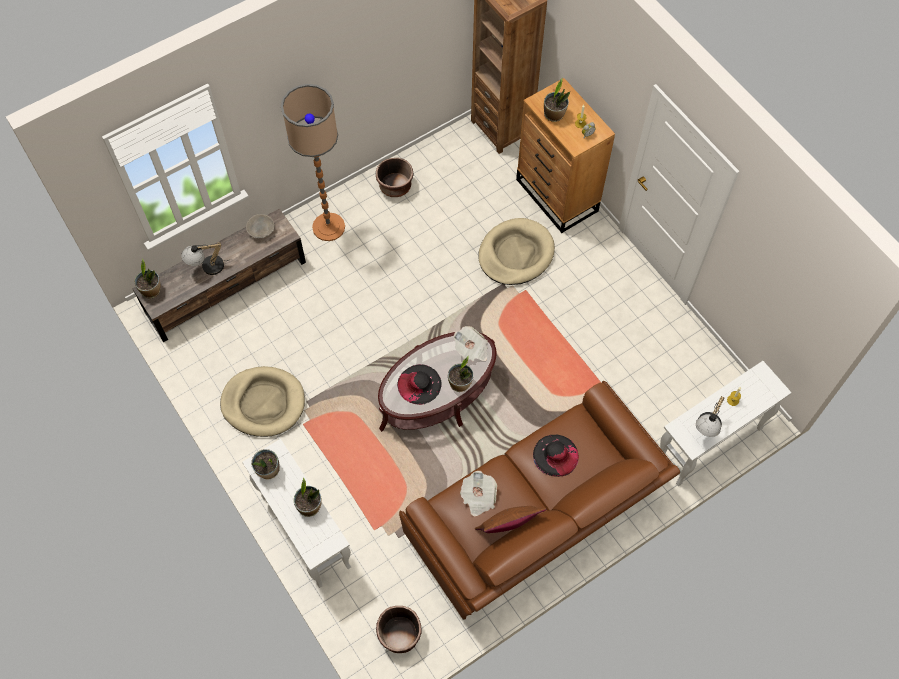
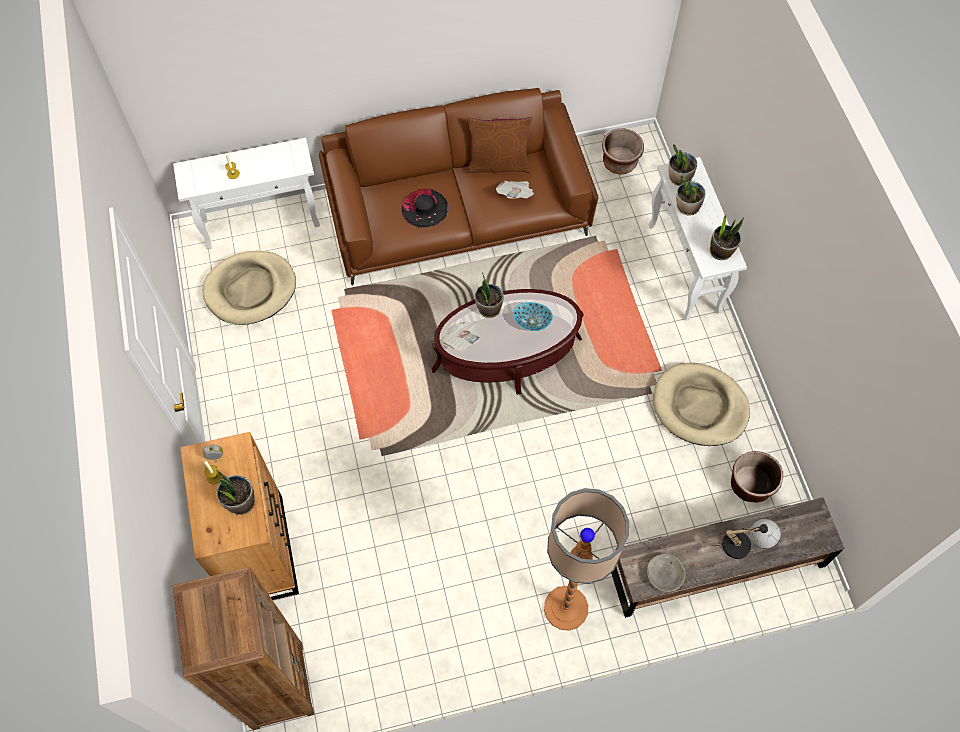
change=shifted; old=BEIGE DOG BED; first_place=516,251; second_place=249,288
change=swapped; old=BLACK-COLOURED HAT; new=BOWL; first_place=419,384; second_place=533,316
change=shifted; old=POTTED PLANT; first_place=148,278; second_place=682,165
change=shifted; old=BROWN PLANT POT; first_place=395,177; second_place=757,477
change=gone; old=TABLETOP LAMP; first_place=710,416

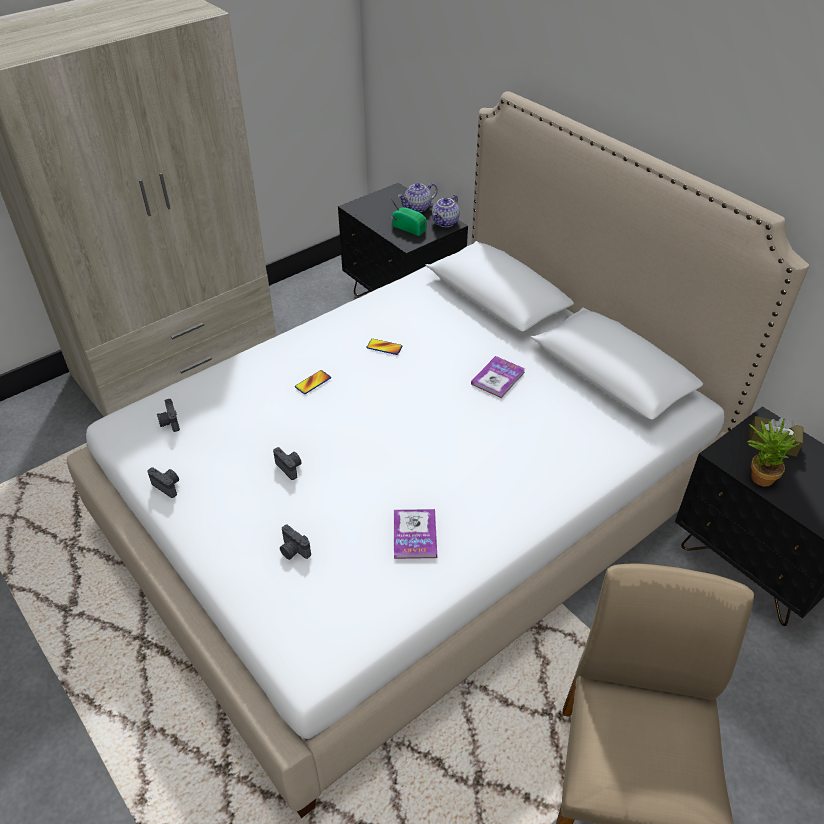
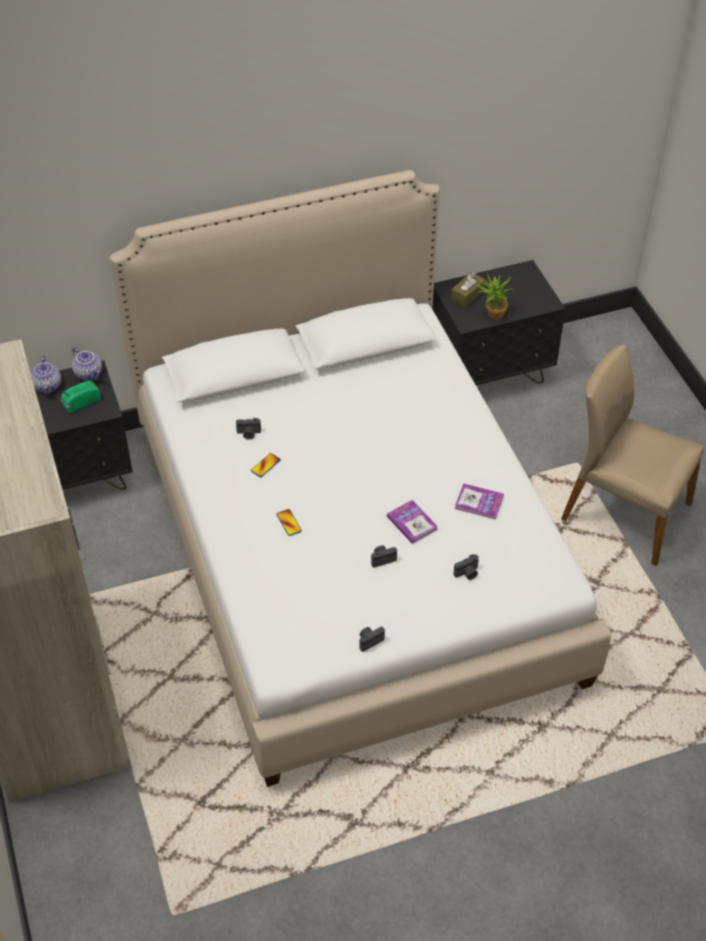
change=shifted; old=PHOTO CAMERA; first_place=168,415; second_place=248,429
change=shifted; old=BOUND BOOK; first_place=498,377; second_place=412,522

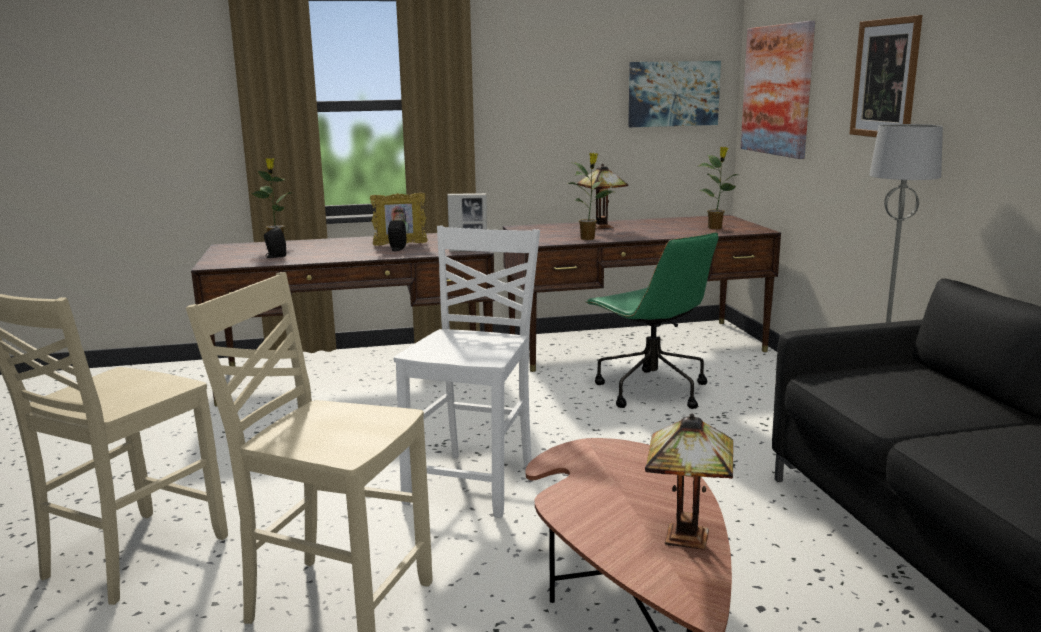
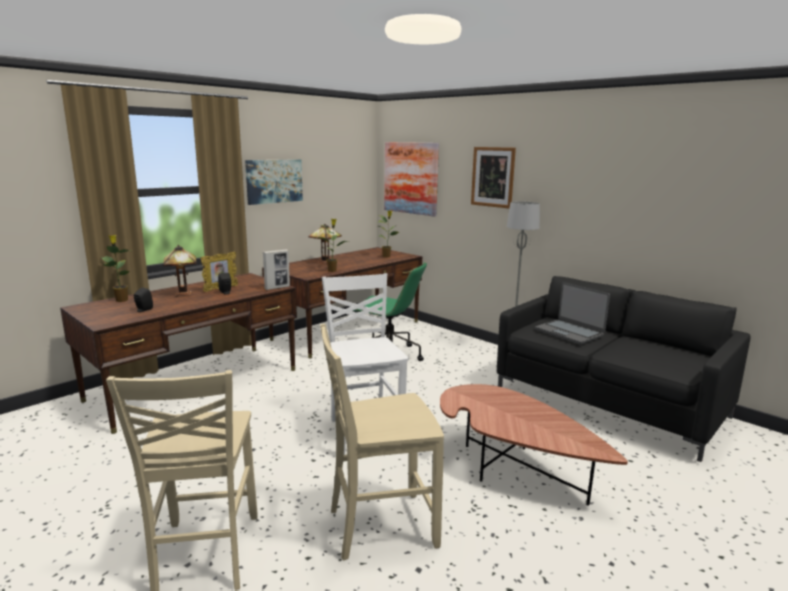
change=shifted; old=TABLETOP LAMP; first_place=689,481; second_place=180,271
change=shifted; old=WALL ART; first_place=674,94; second_place=274,182
change=new; new=NOTEBOOK COMPUTER; second_place=572,313

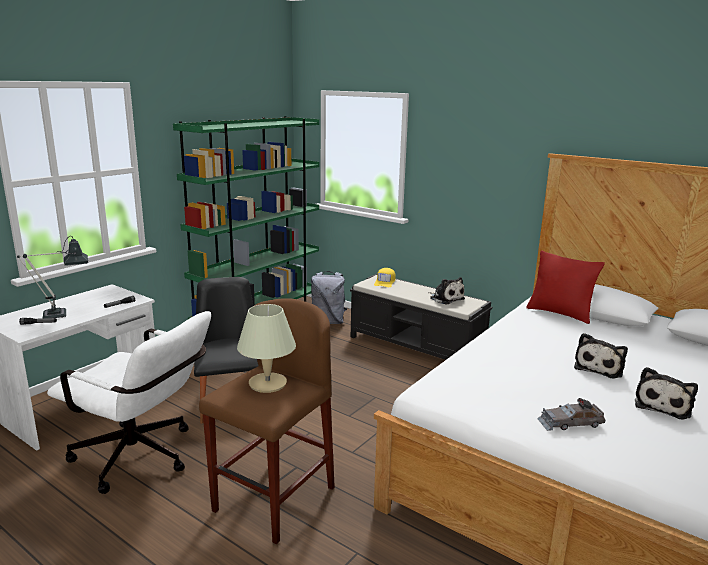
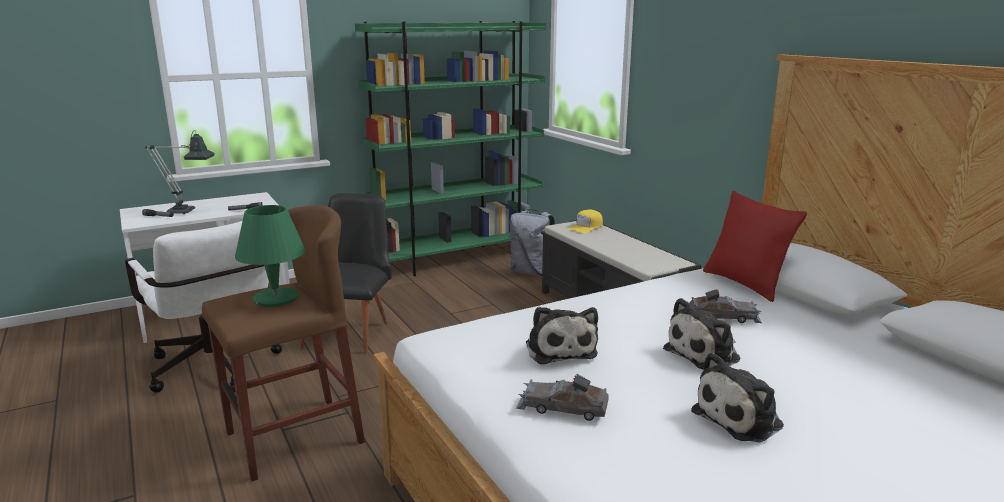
change=repainted; old=BEIGE TABLETOP LAMP; new=GREEN TABLETOP LAMP; first_place=266,348; second_place=270,256
change=shifted; old=PLUSH TOY; first_place=446,291; second_place=562,336
change=new; new=GREYISH MODEL CAR; second_place=725,306

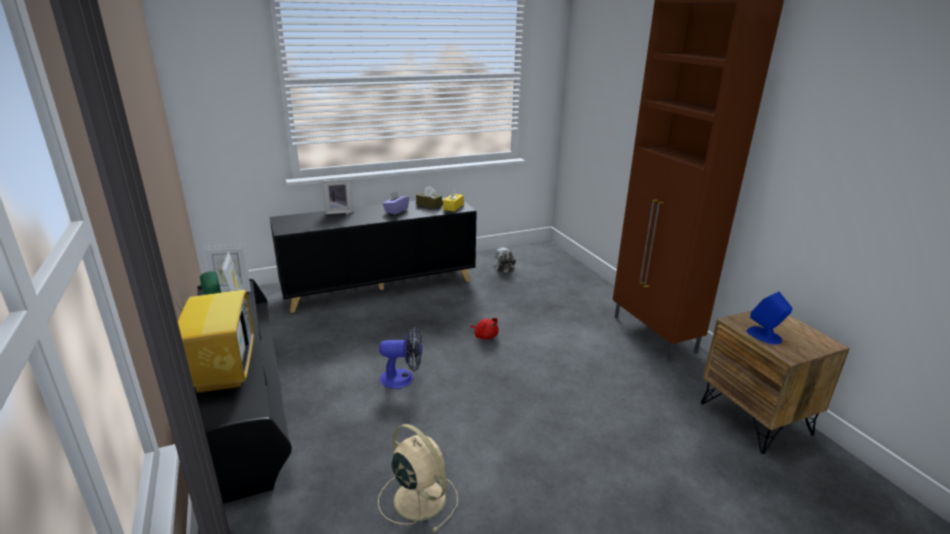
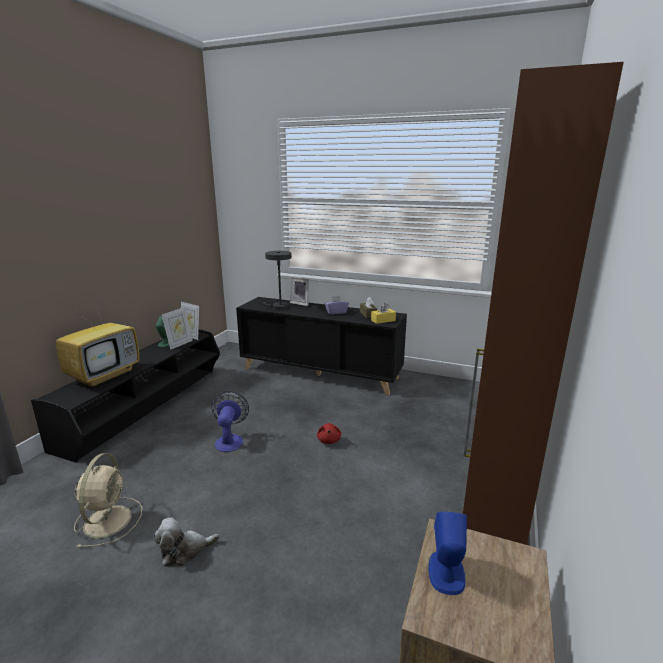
change=shifted; old=PLUSH TOY; first_place=505,260; second_place=186,542
change=rotated; old=COOLING FAN; first_place=400,357; second_place=230,421; degrees=-135
change=new; new=GREYISH TABLETOP LAMP; second_place=276,280

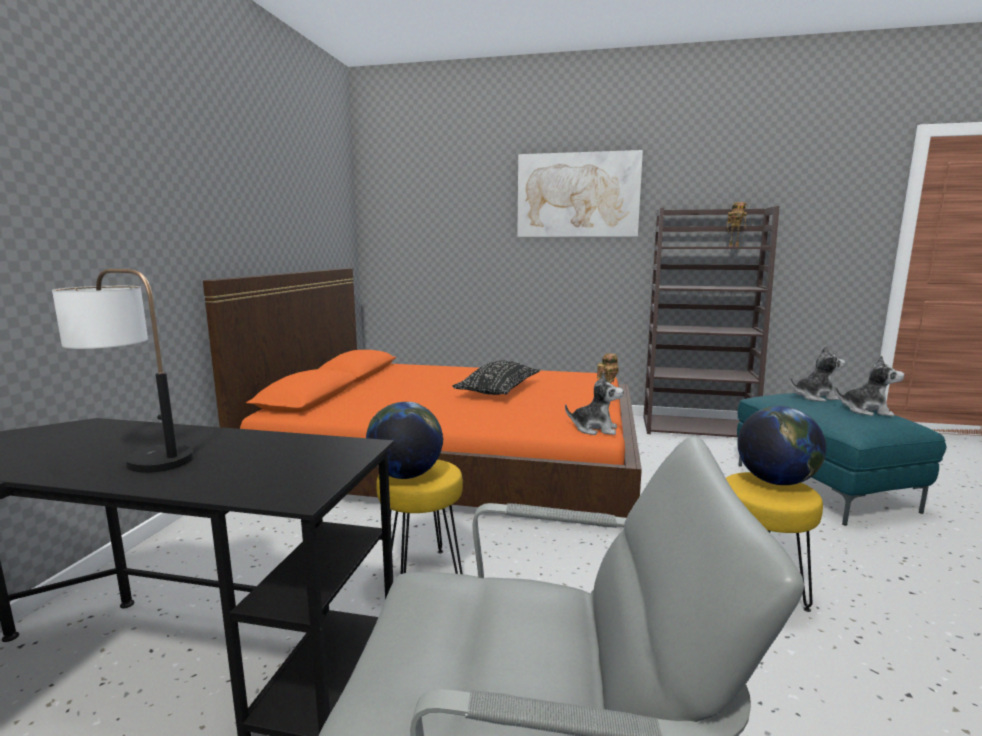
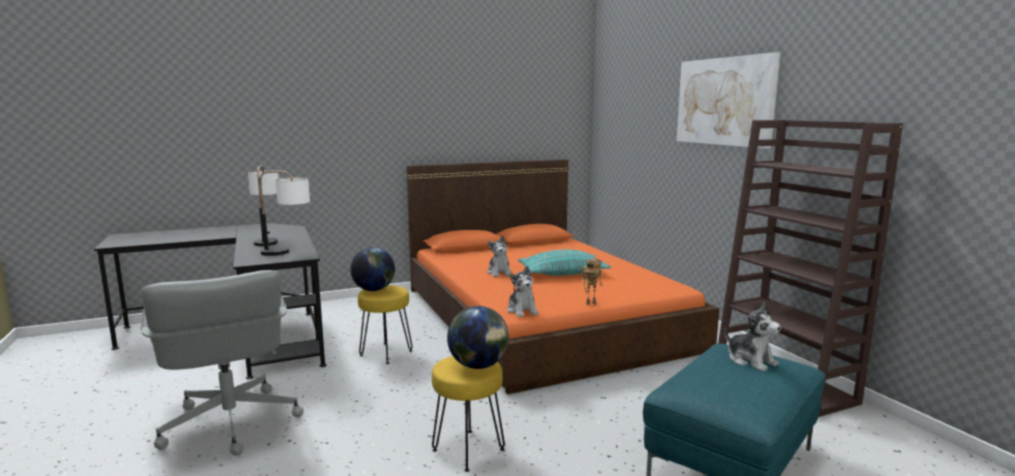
change=new; new=TABLETOP LAMP; second_place=285,213
change=shifted; old=PLUSH TOY; first_place=870,386; second_place=499,256
change=repainted; old=BLACK-COLOURED CUSHION; new=TURQUOISE CUSHION; first_place=496,378; second_place=564,262
change=gone; old=ROBOT FIGURE; first_place=737,224

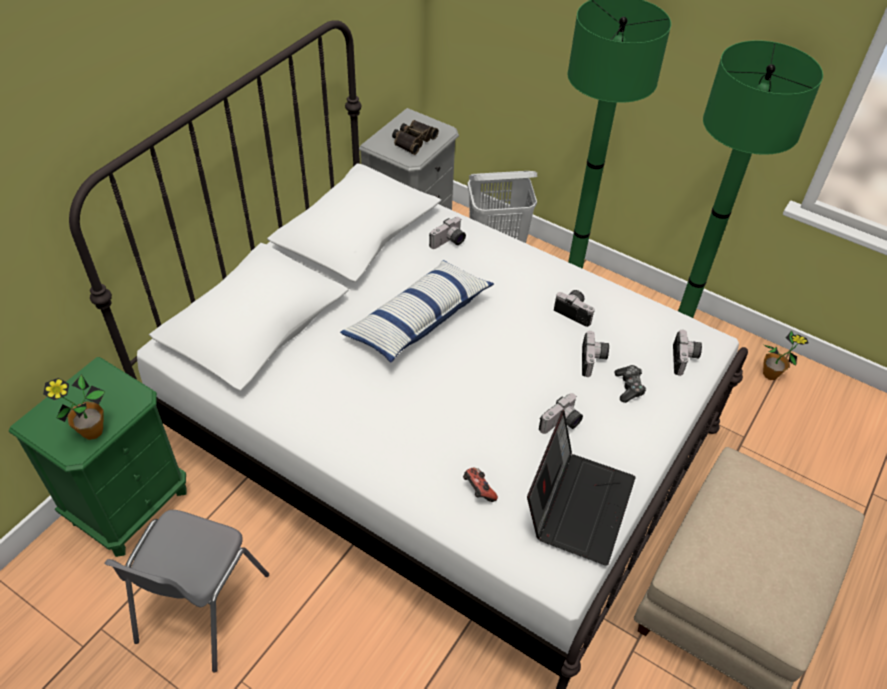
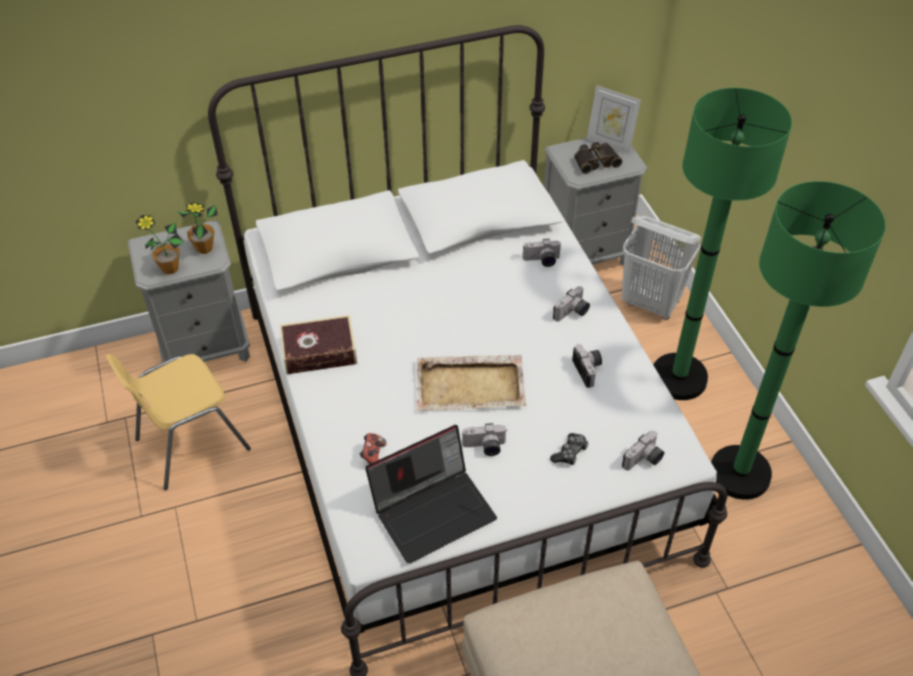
change=repainted; old=GREYISH CHAIR; new=YELLOW-COLOURED CHAIR; first_place=186,591; second_place=178,422
change=repainted; old=GREEN NIGHT TABLE; new=GREYISH NIGHT TABLE; first_place=97,457; second_place=189,291
change=shifted; old=POTTED PLANT; first_place=785,355; second_place=197,228
change=new; new=BOUND BOOK; second_place=318,344
change=new; new=BEIGE SERVING TRAY; second_place=471,383
change=shifted; old=PHOTO CAMERA; first_place=595,354; second_place=571,304
change=new; new=STANDING FRAME; second_place=614,119
change=gone; old=CUSHION; first_place=417,311

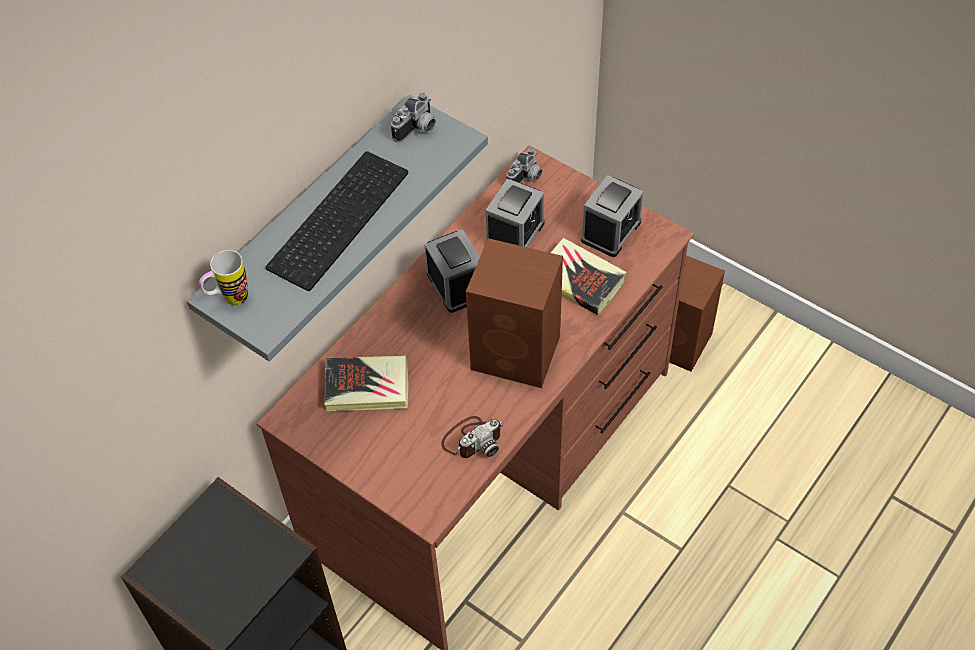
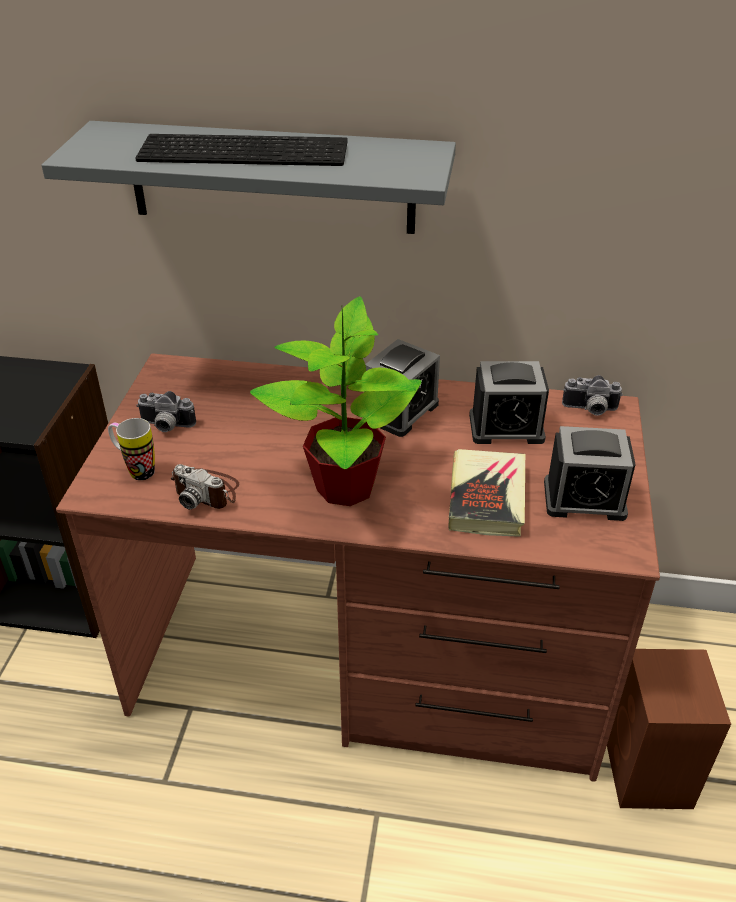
change=shifted; old=COFFEE MUG; first_place=223,277; second_place=131,449
change=shifted; old=PHOTO CAMERA; first_place=413,117; second_place=166,411
change=swapped; old=BROWN LOUDSPEAKER; new=POTTED PLANT; first_place=514,313; second_place=336,401
change=gone; old=BOUND BOOK; first_place=366,383

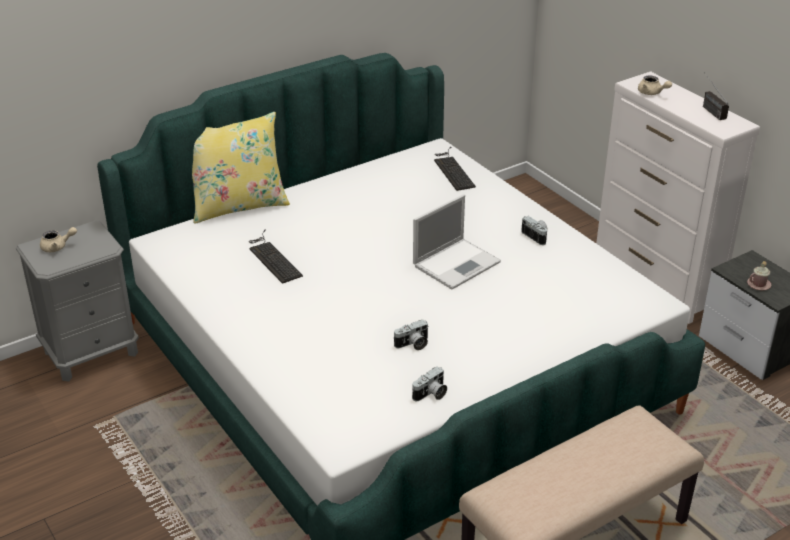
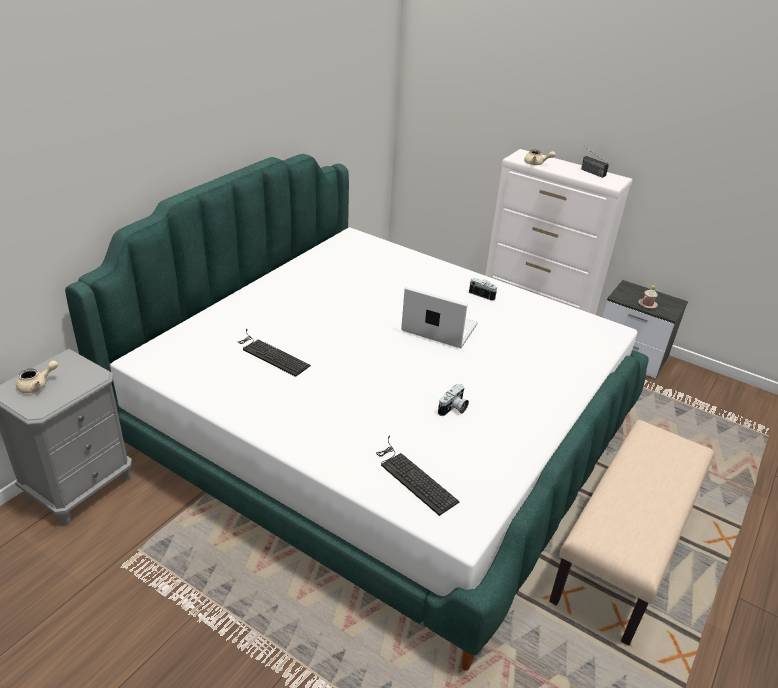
change=shifted; old=COMPUTER KEYBOARD; first_place=455,169; second_place=418,475
change=rotated; old=NOTEBOOK COMPUTER; first_place=457,242; second_place=439,317; degrees=-90
change=gone; old=YELLOW-COLOURED CUSHION; first_place=241,168
change=gone; old=PHOTO CAMERA; first_place=429,384

